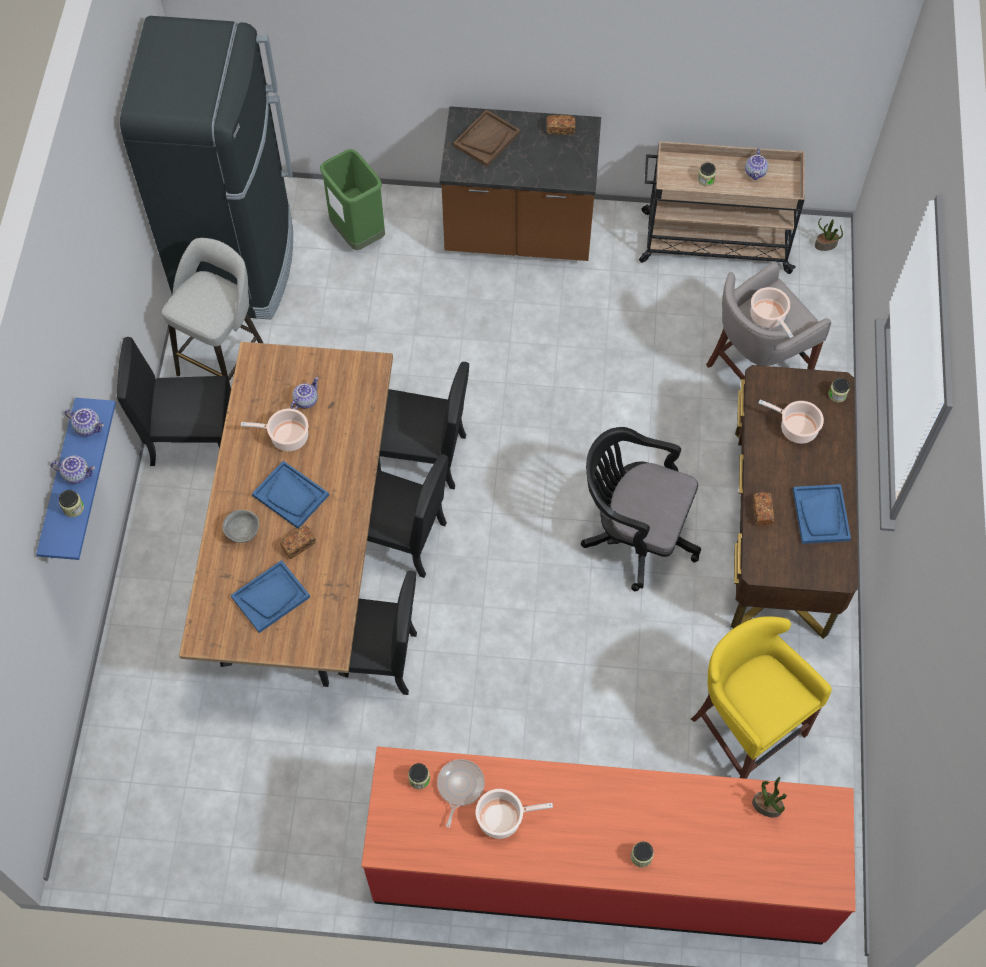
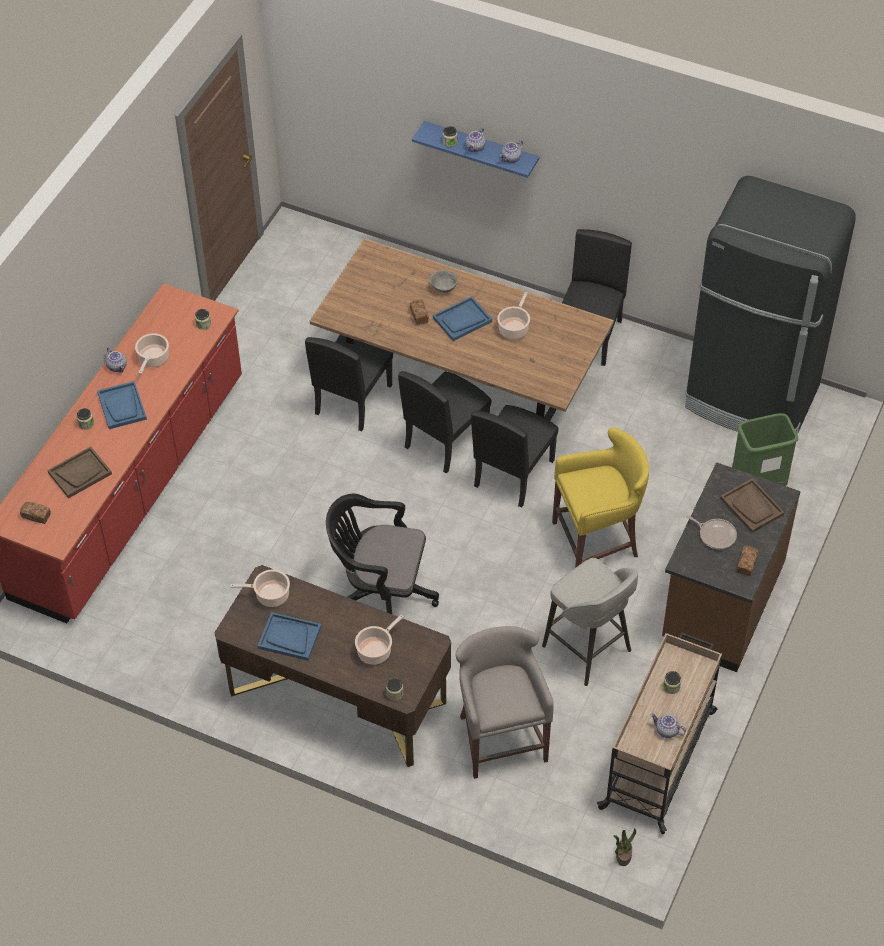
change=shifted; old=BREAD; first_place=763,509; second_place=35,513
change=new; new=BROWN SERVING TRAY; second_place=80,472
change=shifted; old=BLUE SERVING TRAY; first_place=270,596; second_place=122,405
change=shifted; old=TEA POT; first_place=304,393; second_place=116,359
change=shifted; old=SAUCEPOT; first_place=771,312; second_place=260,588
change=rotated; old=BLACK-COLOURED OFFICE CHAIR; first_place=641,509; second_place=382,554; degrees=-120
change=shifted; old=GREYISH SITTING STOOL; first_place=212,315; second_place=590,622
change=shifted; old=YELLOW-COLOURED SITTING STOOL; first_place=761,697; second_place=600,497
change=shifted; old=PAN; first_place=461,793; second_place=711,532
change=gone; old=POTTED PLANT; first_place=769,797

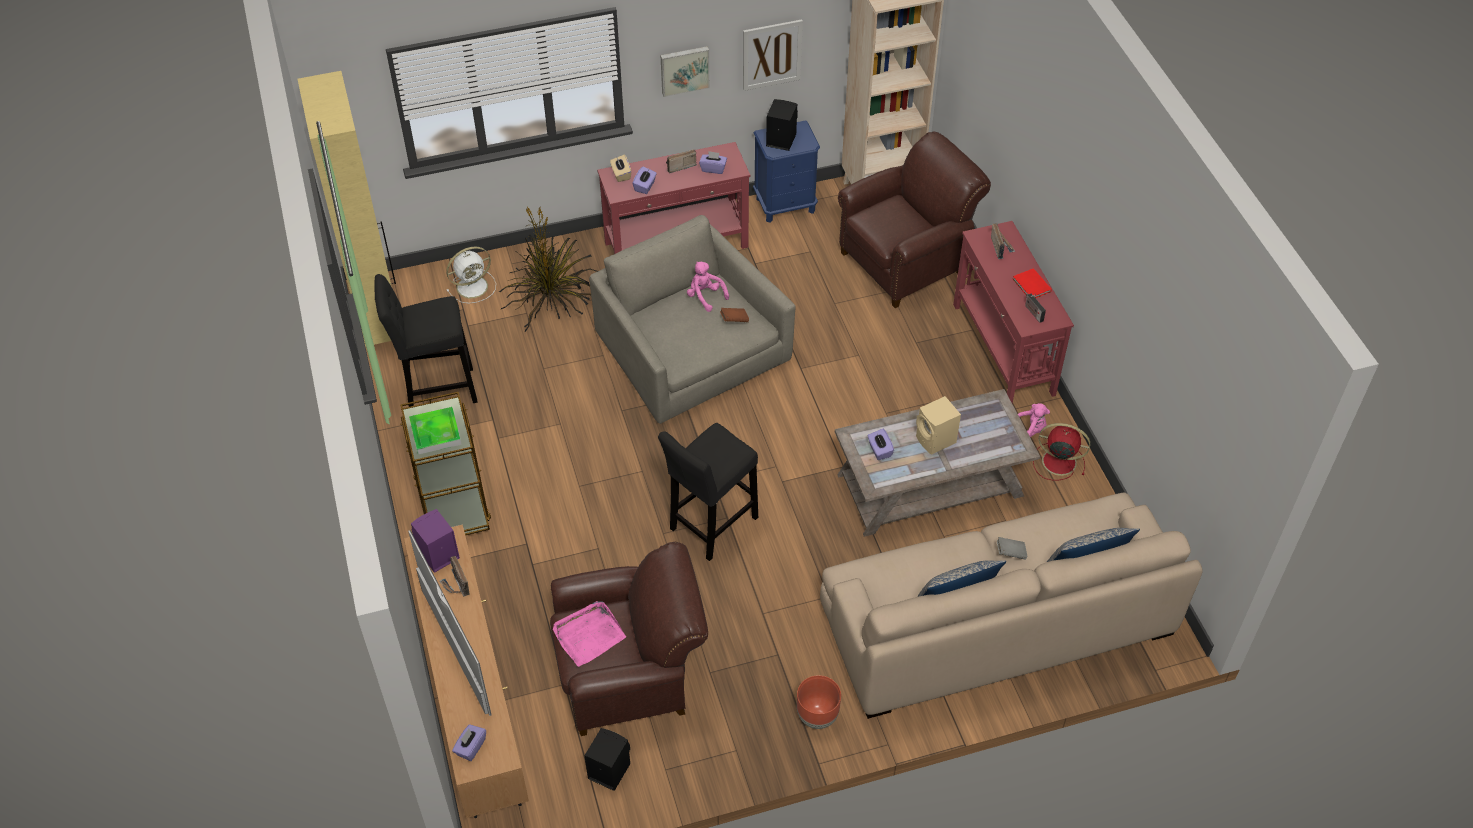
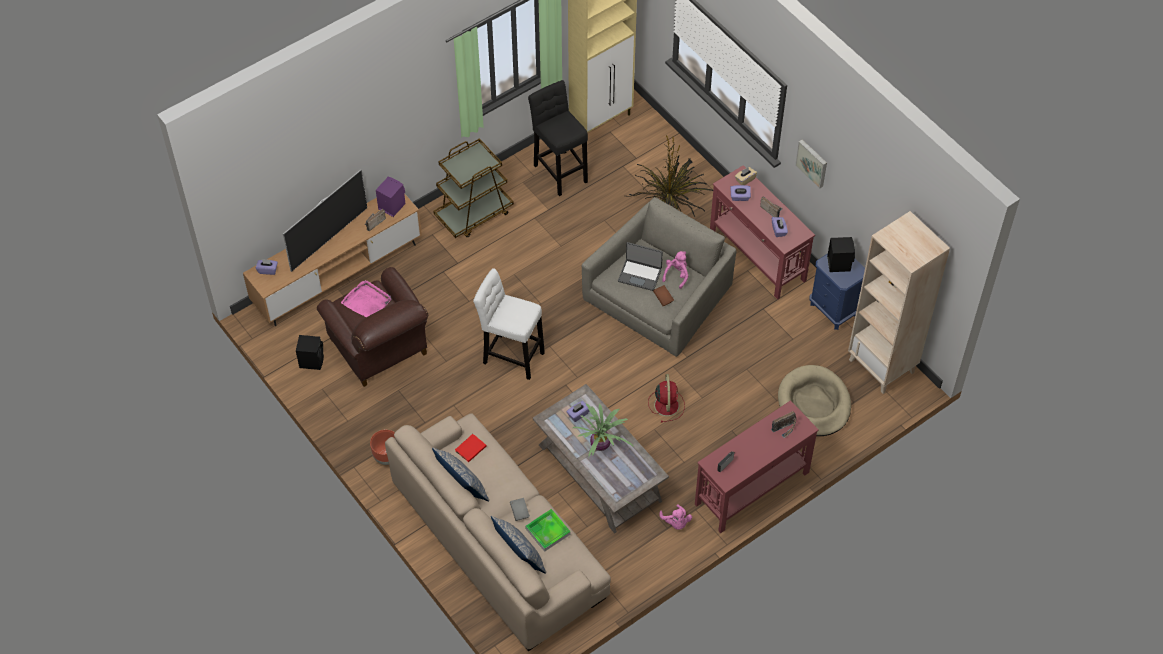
change=shifted; old=REDDISH BOUND BOOK; first_place=1032,283; second_place=470,448
change=repainted; old=BLACK-COLOURED SITTING STOOL; new=WHITE SITTING STOOL; first_place=708,492; second_place=509,324
change=shifted; old=SERVING TRAY; first_place=435,431; second_place=548,530
change=swapped; old=BEIGE LOUDSPEAKER; new=POTTED PLANT; first_place=938,425; second_place=603,431
change=new; new=NOTEBOOK COMPUTER; second_place=640,266
change=shifted; old=REDDISH COOLING FAN; first_place=1061,451; second_place=666,398
change=swapped; old=BROWN EASY CHAIR; new=BEIGE DOG BED; first_place=914,220; second_place=814,400
change=gone; old=WHITE COOLING FAN; first_place=471,275
change=gone; old=WALL ART; first_place=773,55

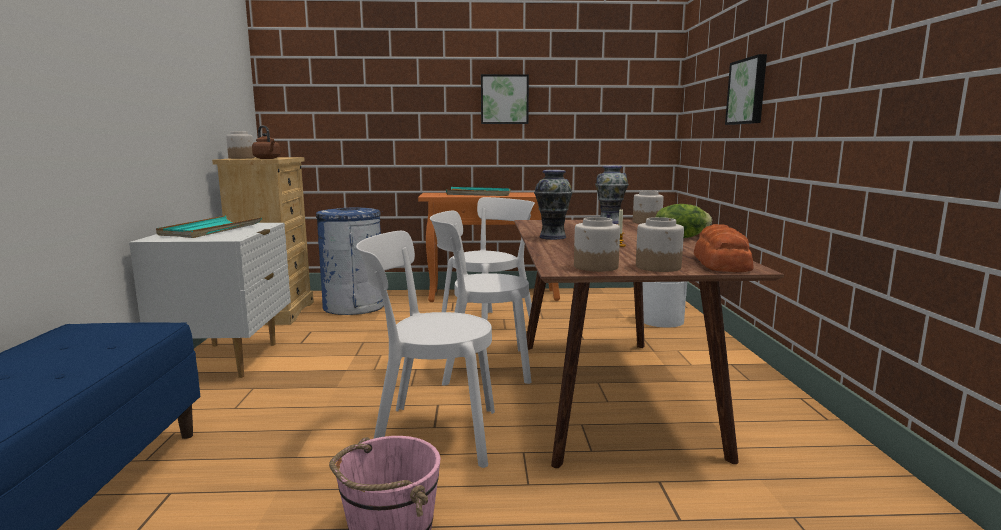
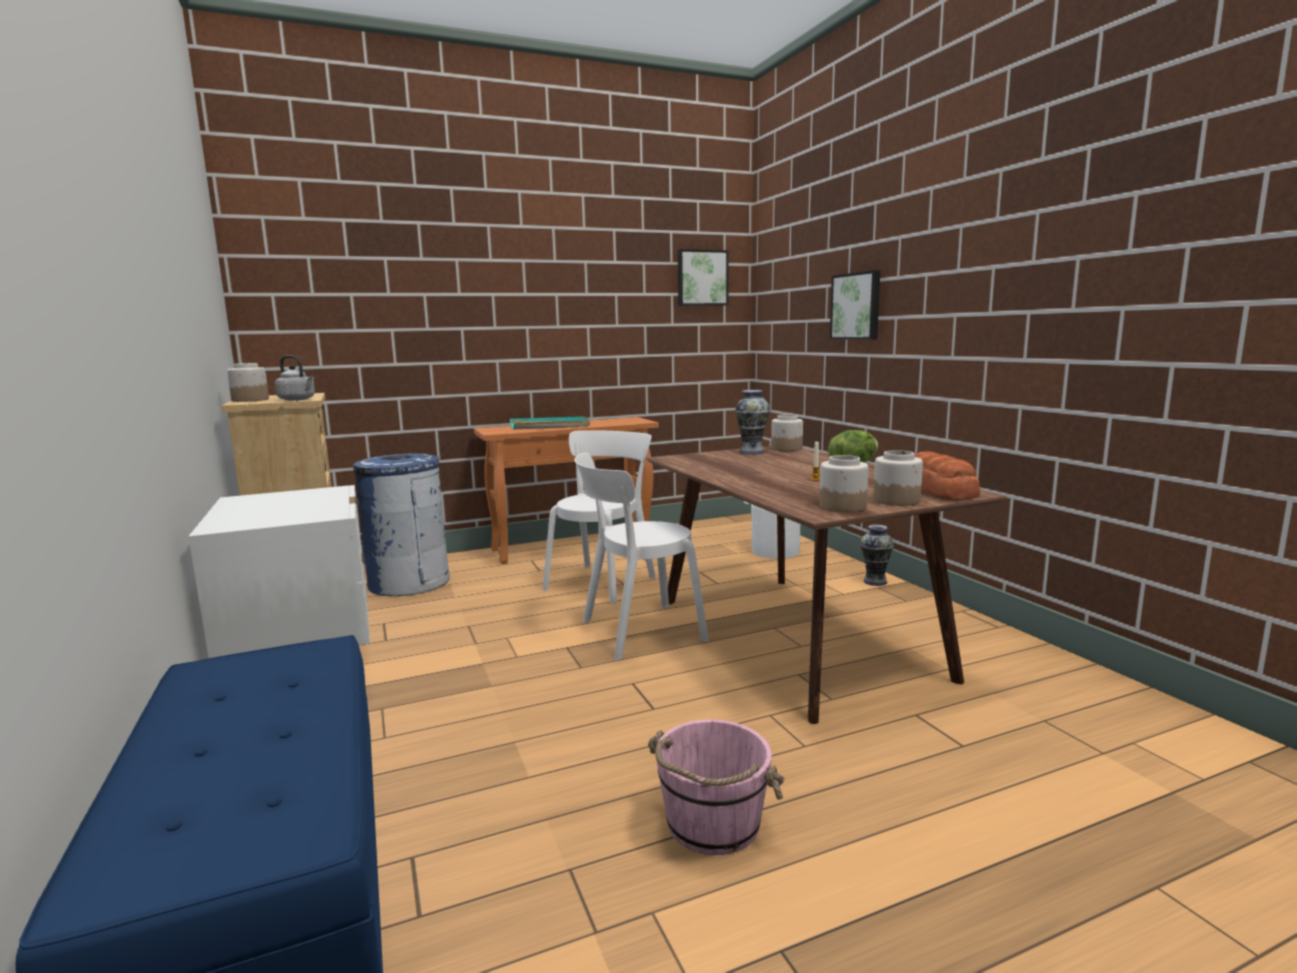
change=repainted; old=BROWN KETTLE; new=GREYISH KETTLE; first_place=266,142; second_place=295,378
change=shifted; old=WALL ART; first_place=505,99; second_place=703,277
change=shifted; old=FLOWER VASE; first_place=553,205; second_place=877,555
change=gone; old=TURQUOISE SERVING TRAY; first_place=209,226
change=gone; old=WHITE CHAIR; first_place=425,349

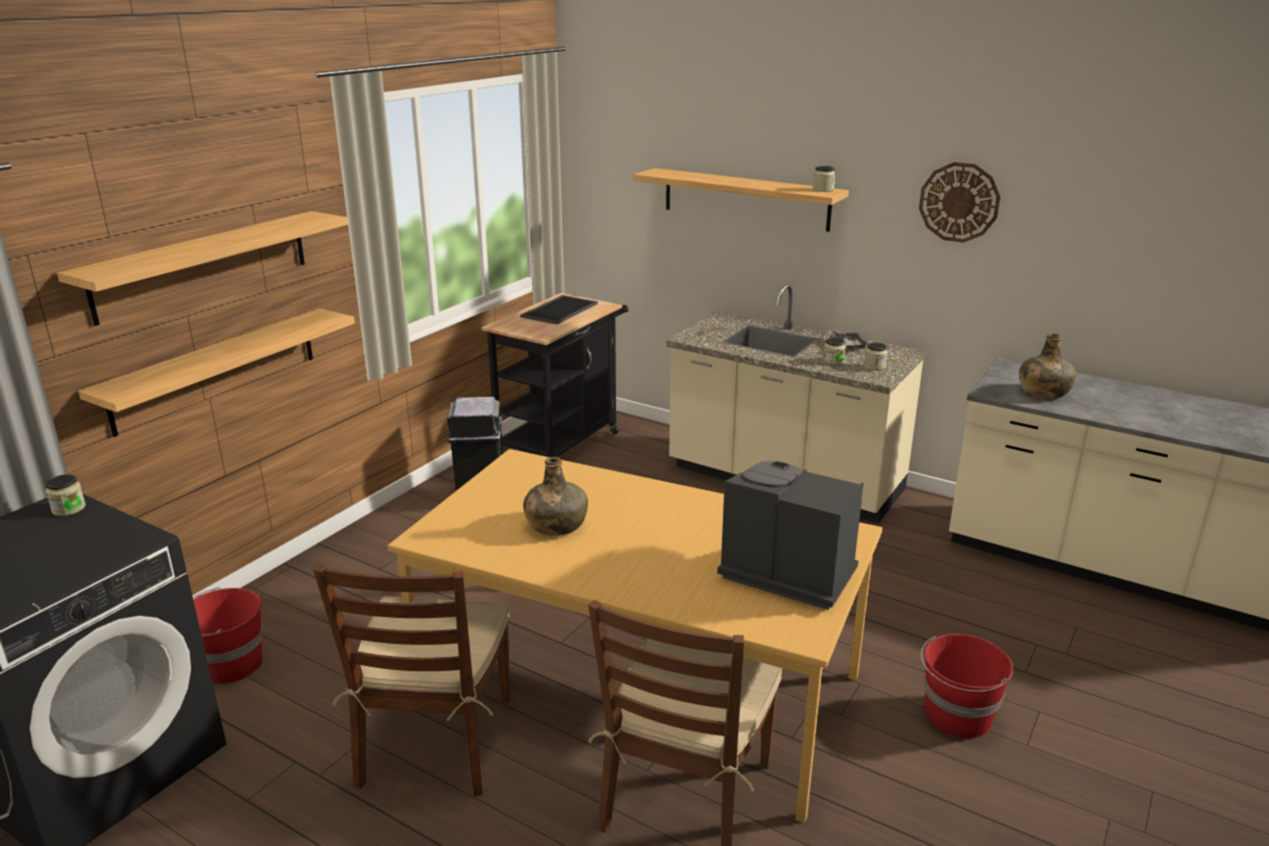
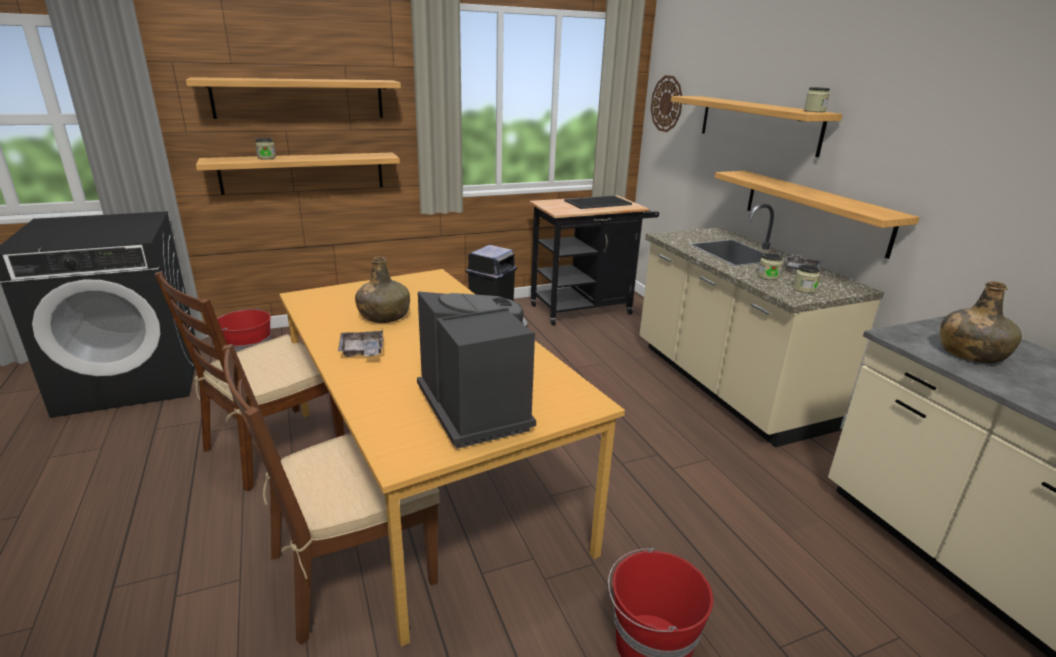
change=shifted; old=PRESERVE JAR; first_place=65,495; second_place=265,148
change=new; new=GREYISH SERVING TRAY; second_place=360,343
change=shifted; old=HANGING CLOCK; first_place=960,202; second_place=666,103
change=new; new=SHELF; second_place=817,215

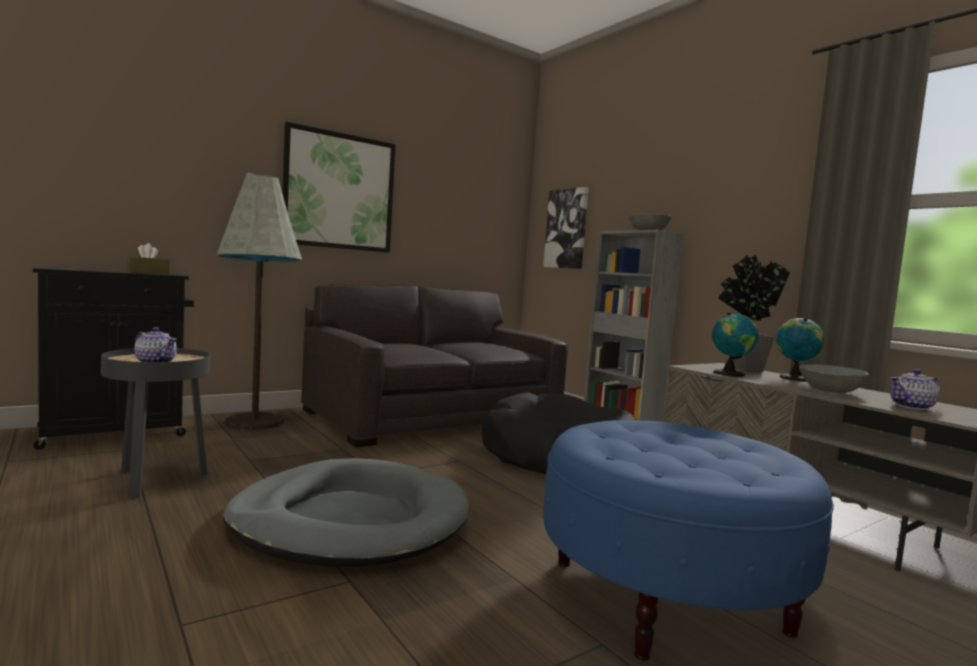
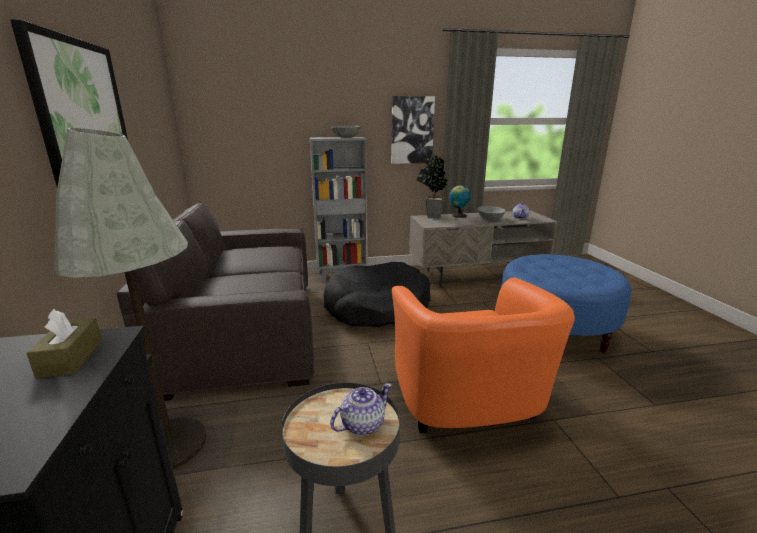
change=shifted; old=WALL ART; first_place=566,228; second_place=413,130
change=swapped; old=GREYISH DOG BED; new=ORANGEY EASY CHAIR; first_place=346,512; second_place=483,355
change=gone; old=GLOBE; first_place=735,344

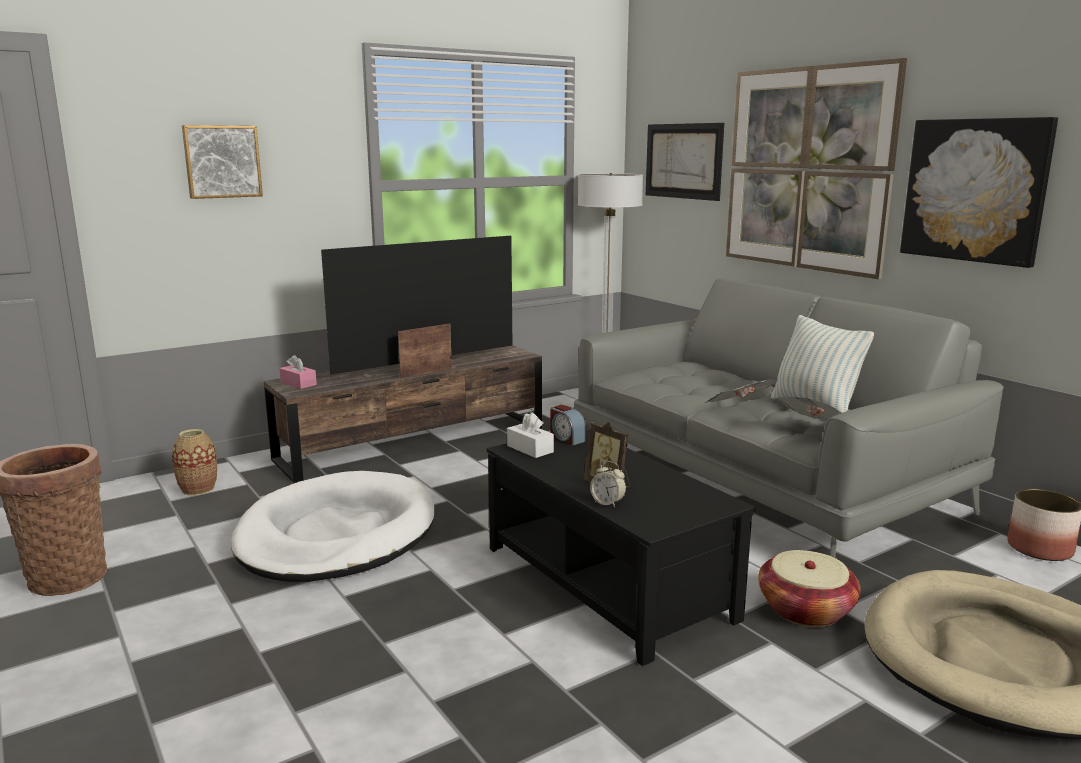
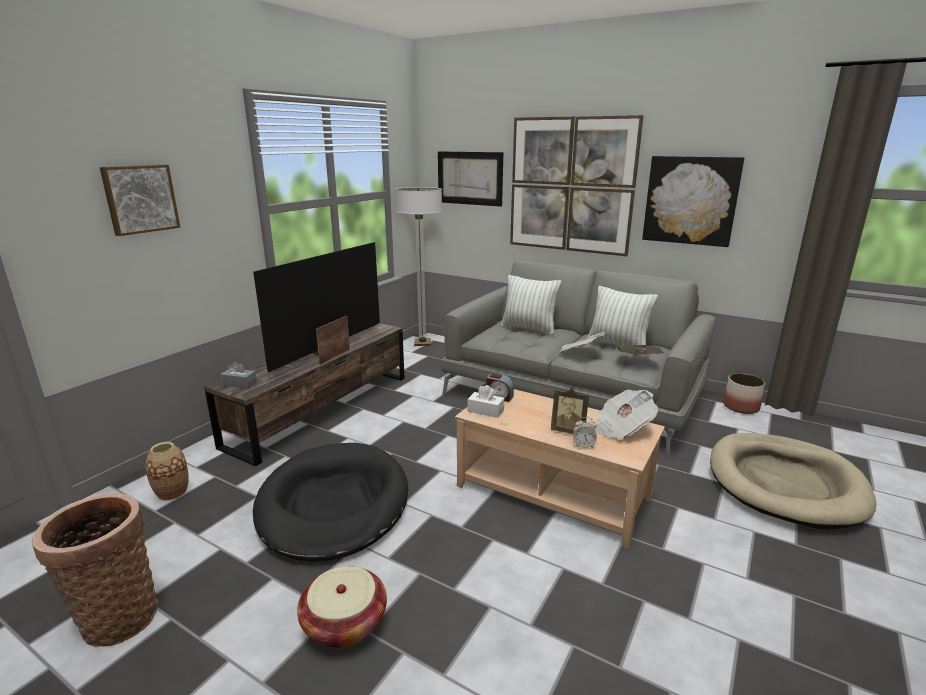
change=repainted; old=PINKISH TISSUE BOX; new=GREYISH TISSUE BOX; first_place=298,372; second_place=238,375
change=repainted; old=WHITE DOG BED; new=BLACK-COLOURED DOG BED; first_place=332,526; second_place=330,502
change=shifted; old=STORAGE BASKET; first_place=809,588; second_place=342,607
change=repainted; old=BLACK-COLOURED LOW TABLE; new=BEIGE LOW TABLE; first_place=621,547; second_place=560,469
change=new; new=CUSHION; second_place=531,305
change=new; new=PRINTED PAPER; second_place=626,415

